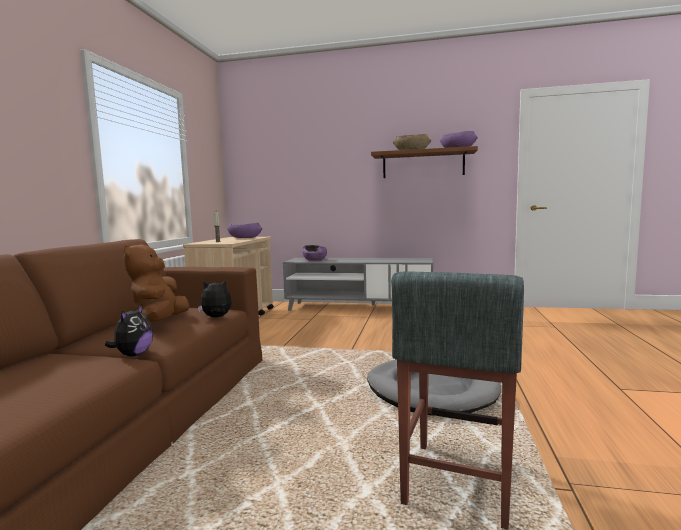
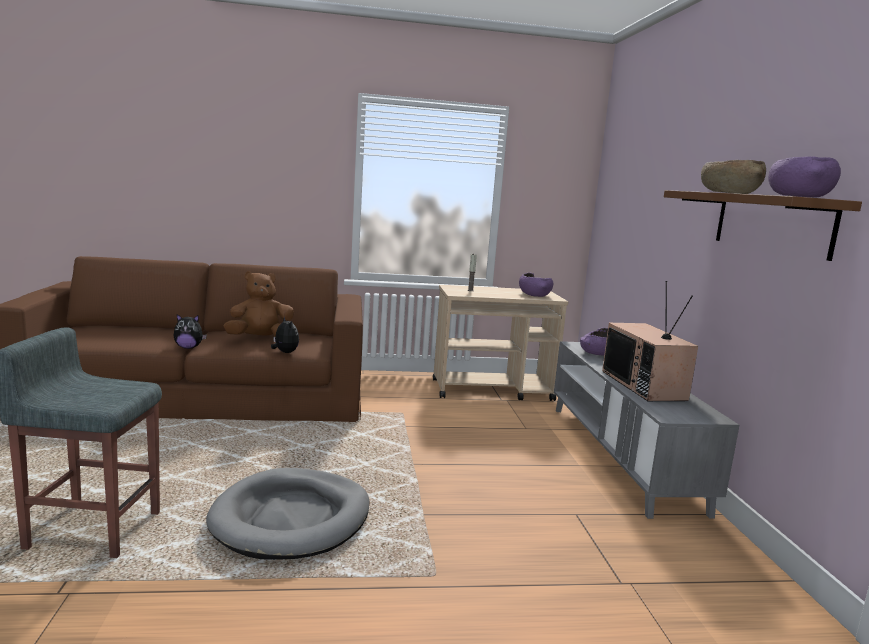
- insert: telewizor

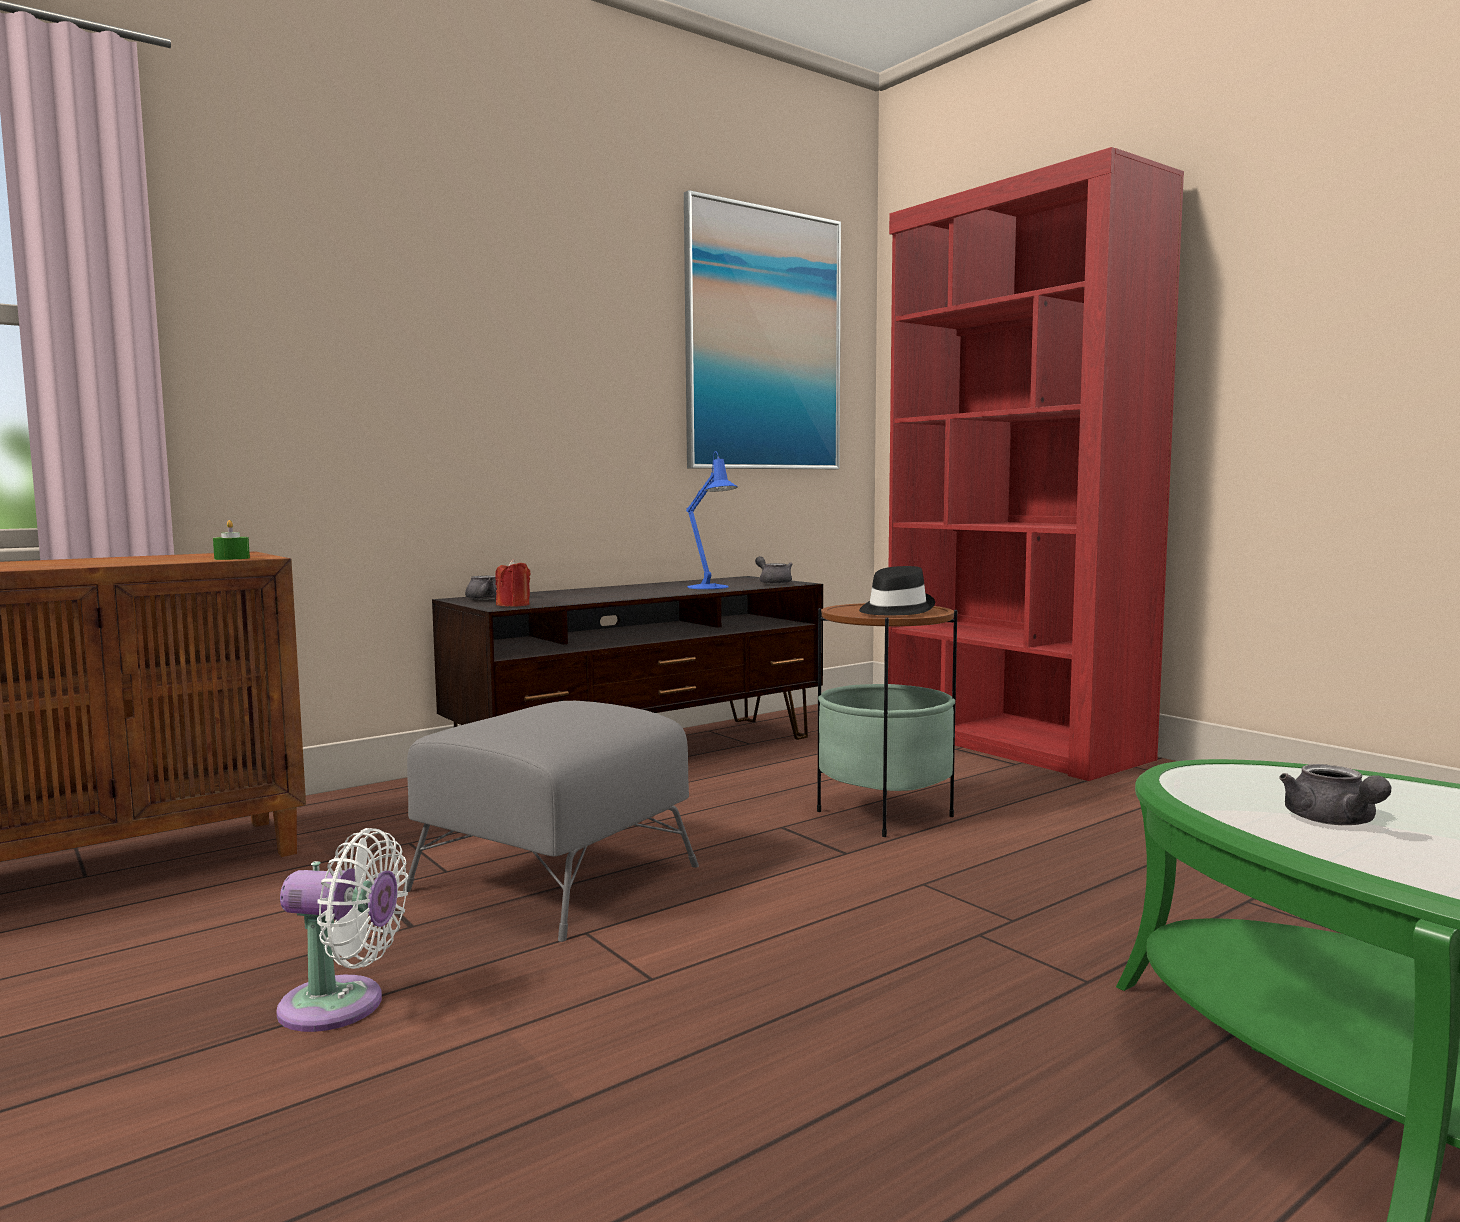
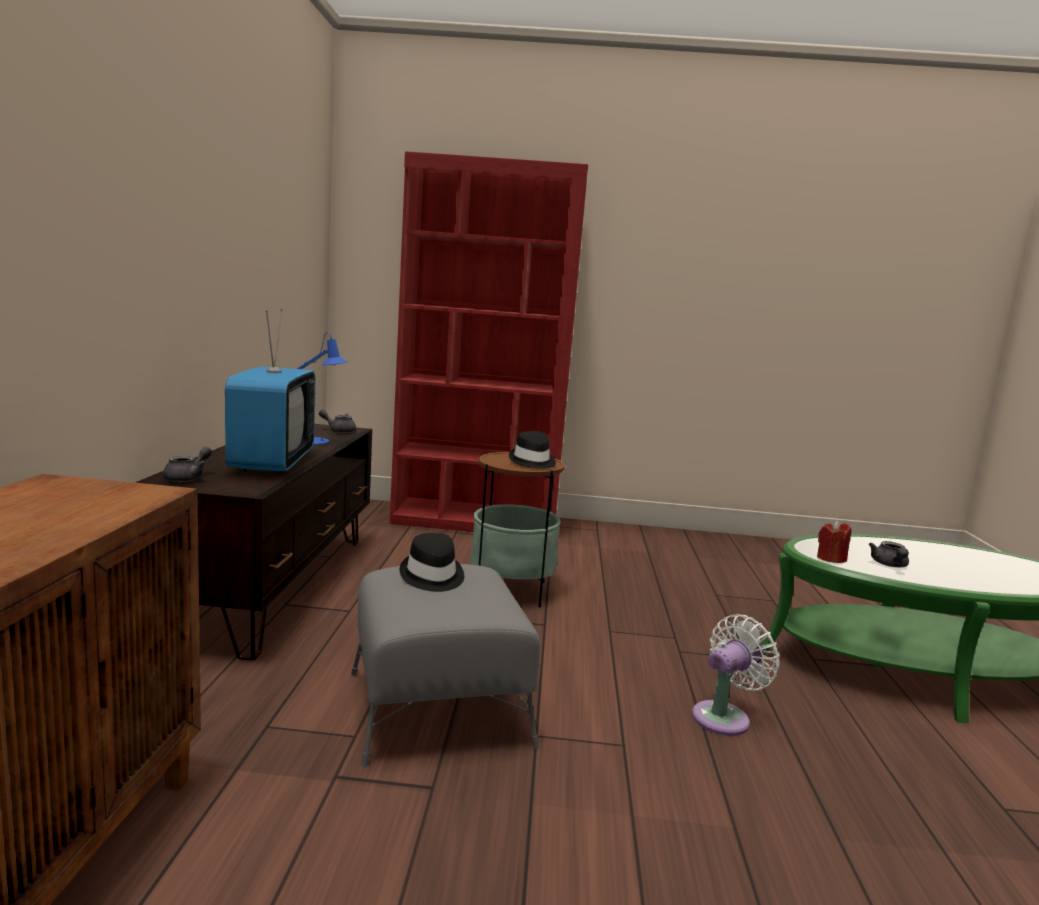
- delete: świeca [zielony]
- move: wentylator [biały]
- move: świeca [czerwony]
- delete: obraz
- rotate: imbryk [szary] (3rd from left) 60 degrees clockwise
- insert: telewizor
- insert: kapelusz [czarny] (1st from left)

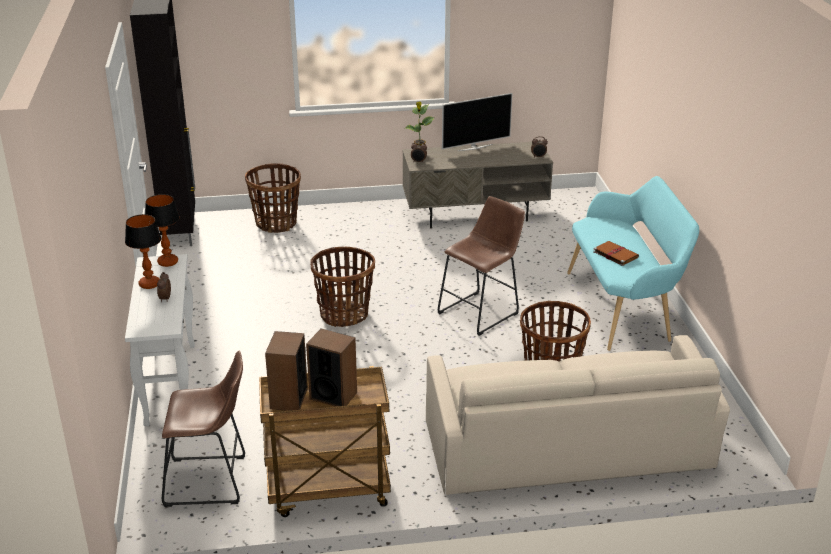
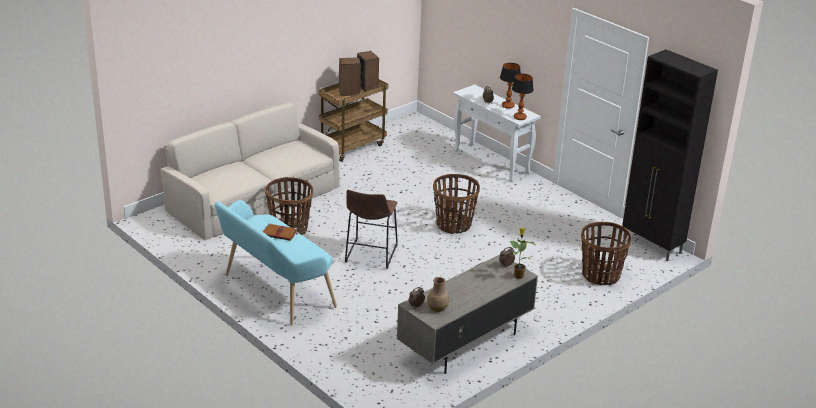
- delete: stołek [brązowy] (1st from left)
- delete: telewizor
- insert: wazon [brązowy]

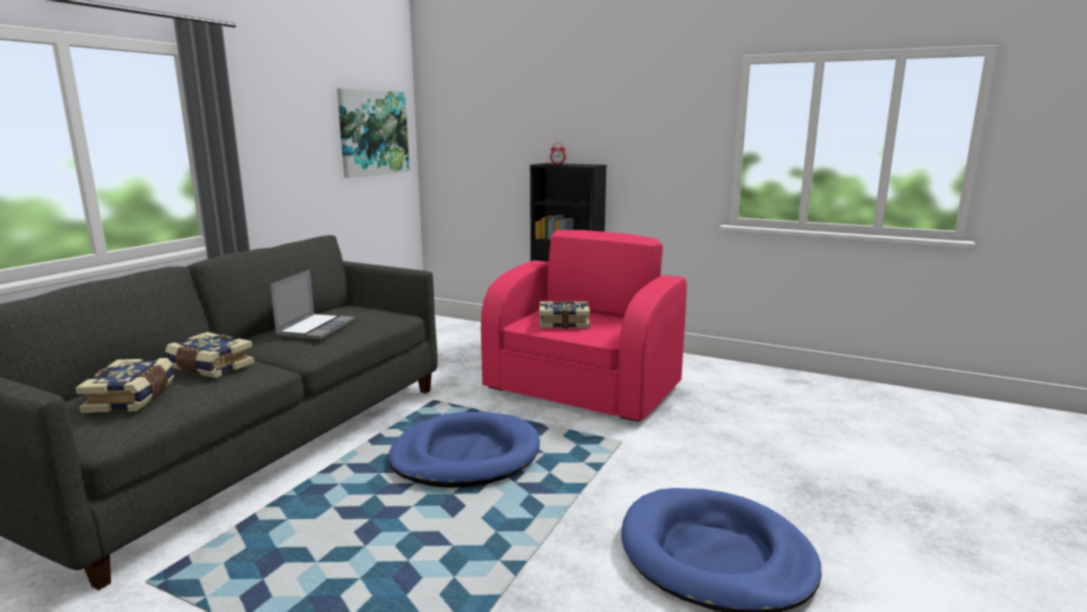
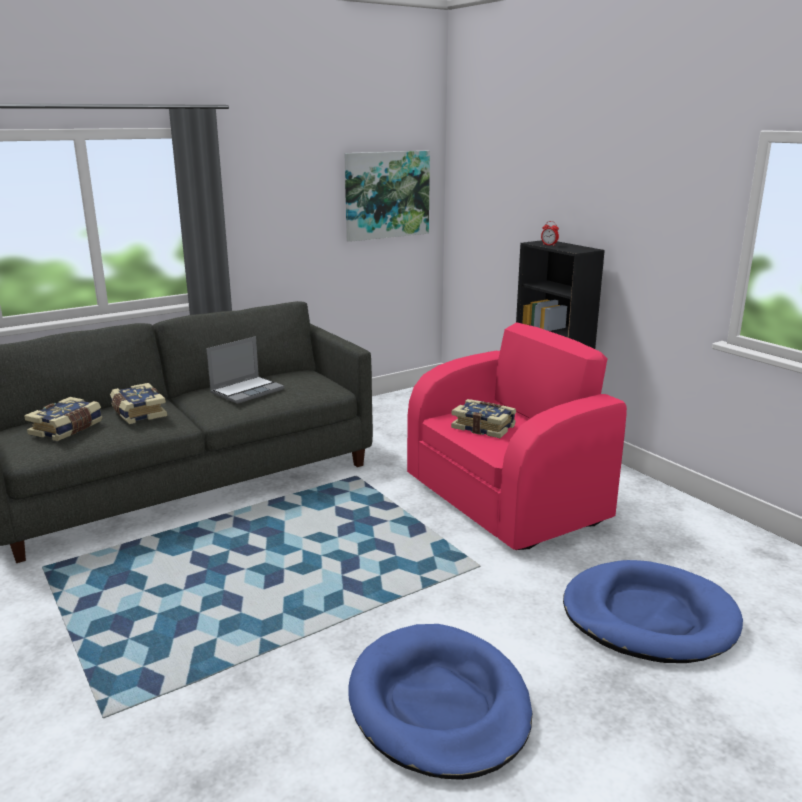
- move: legowisko [niebieski] (1st from left in the first image) to legowisko [niebieski] (2nd from left)

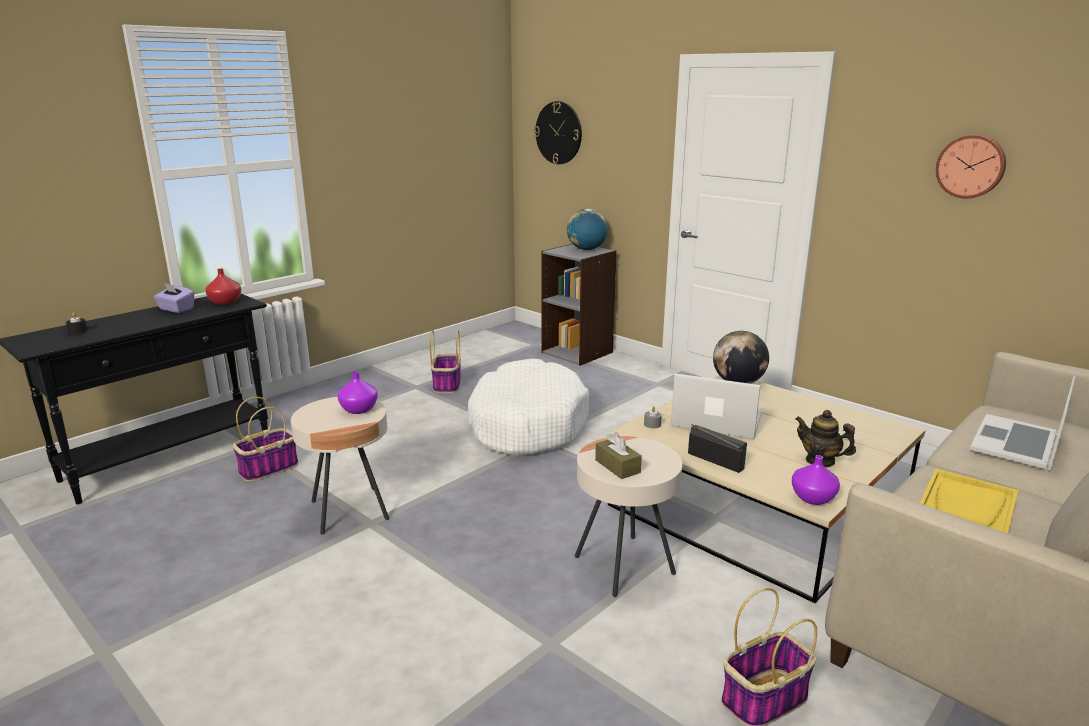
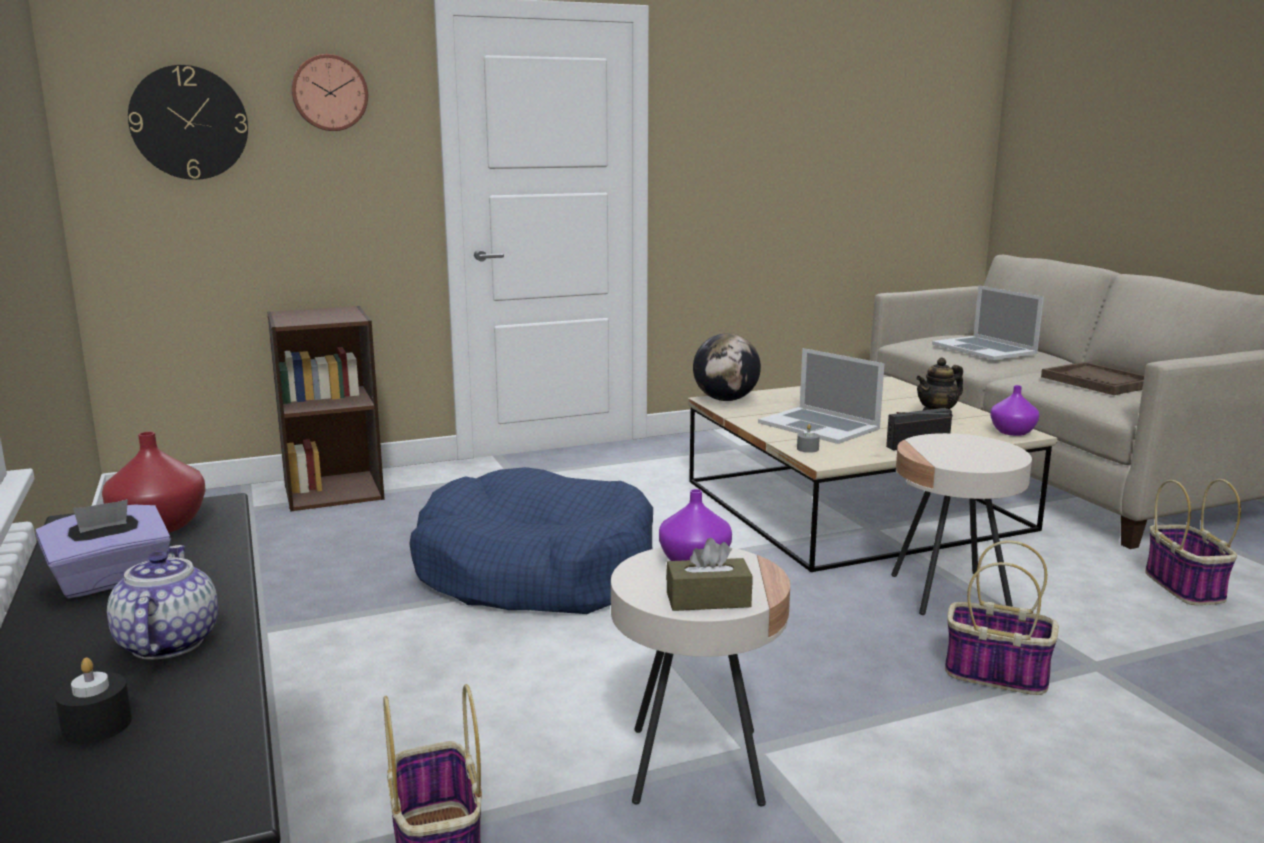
- move: koszyk (2nd from left)
- recolor: legowisko [biały] to legowisko [niebieski]
- recolor: regał [szary] to regał [brązowy]
- delete: globus (1st from left)
- move: pudełko chusteczek [brązowy]
- rotate: laptop (1st from left) 90 degrees counterclockwise
- recolor: taca [żółty] to taca [brązowy]
- move: zegar ścienny (2nd from left)
- insert: imbryk (1st from left)

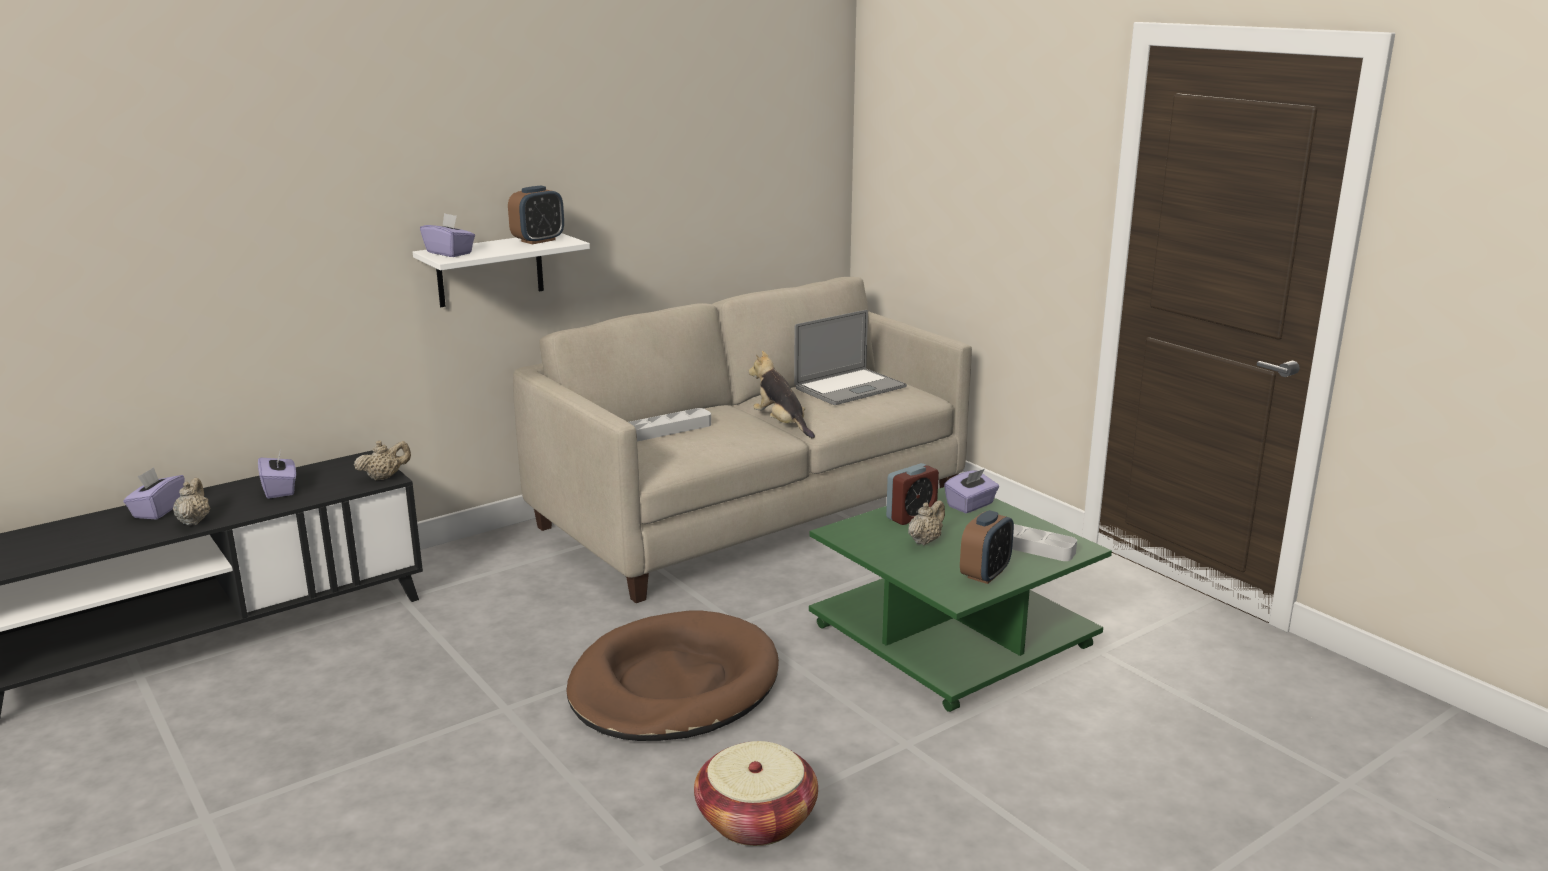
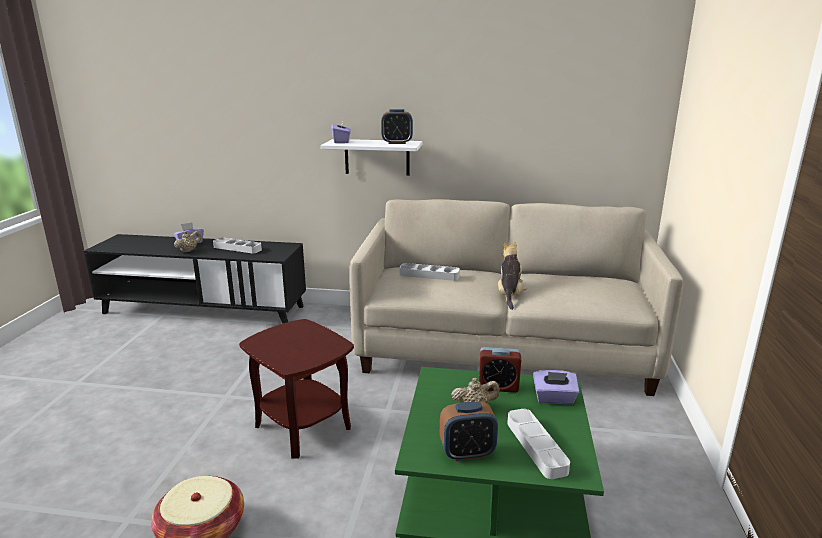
- replace: pudełko chusteczek [fioletowy] (2nd from left) to taca [szary] (1st from left)
- delete: imbryk [beżowy] (2nd from left)
- replace: legowisko [brązowy] to stolik [brązowy]
- delete: laptop

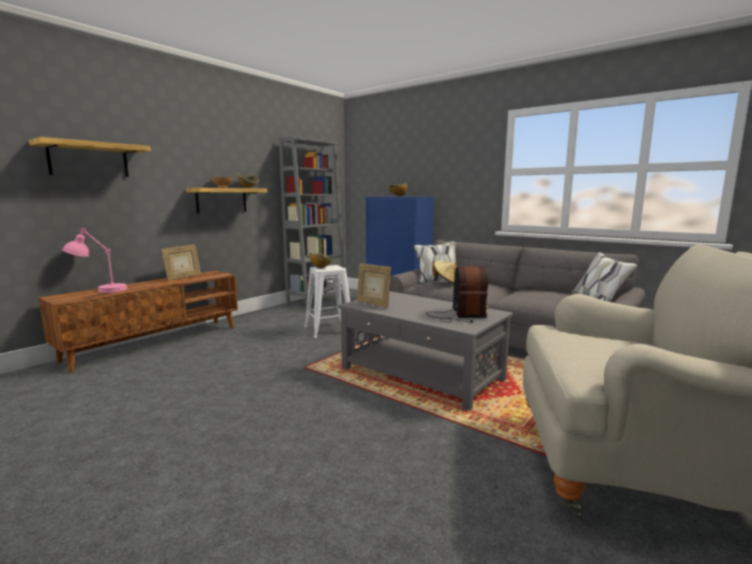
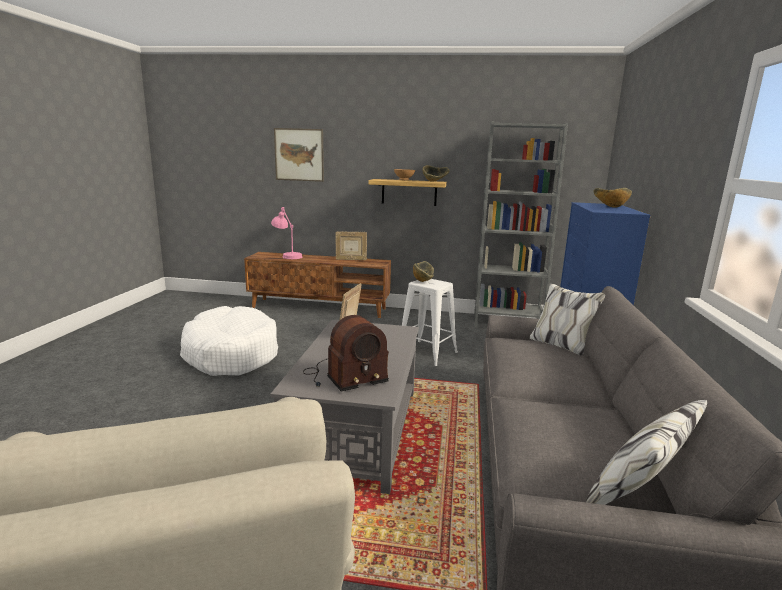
- replace: półka (1st from left) to obraz
- delete: kapelusz [beżowy]
- insert: legowisko [biały]

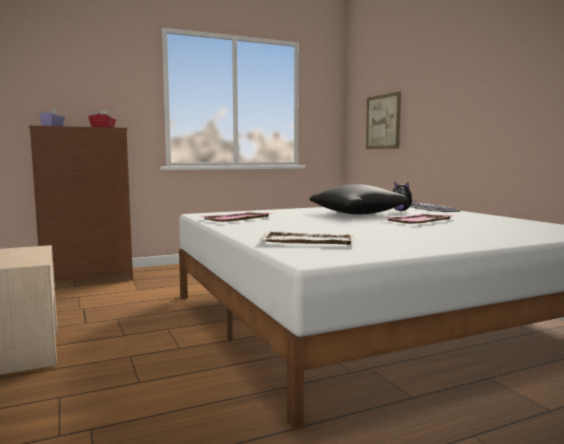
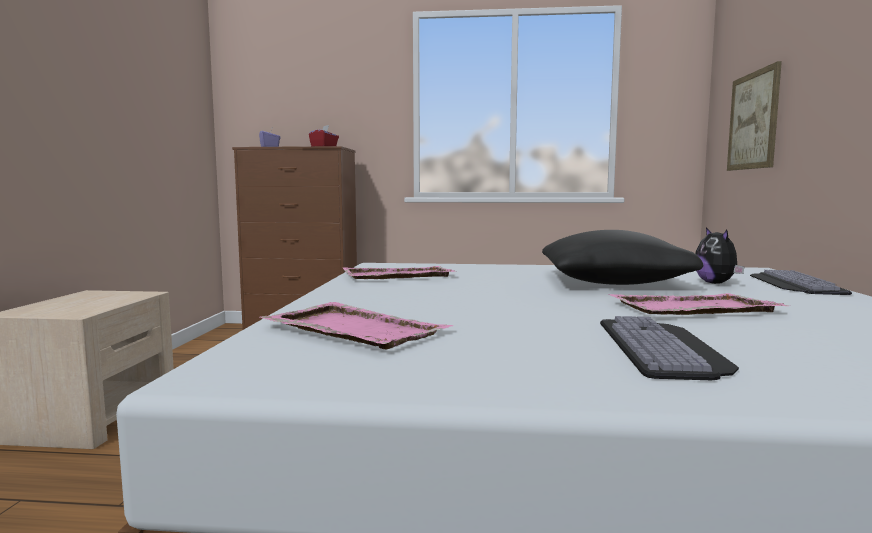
- recolor: taca [biały] to taca [różowy] (1st from left)
- insert: klawiatura (1st from left)

